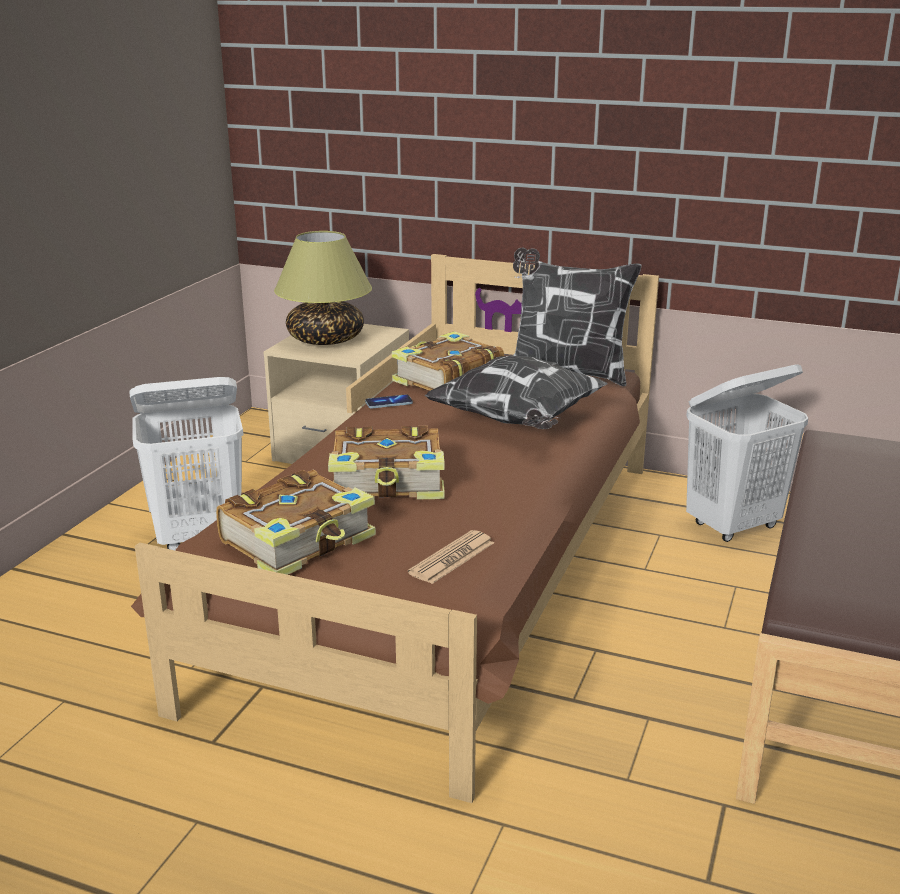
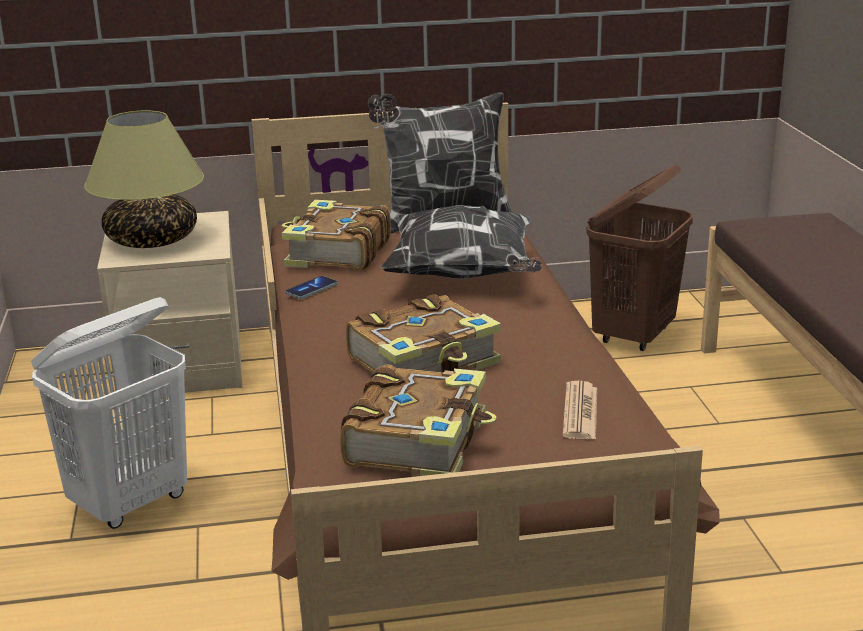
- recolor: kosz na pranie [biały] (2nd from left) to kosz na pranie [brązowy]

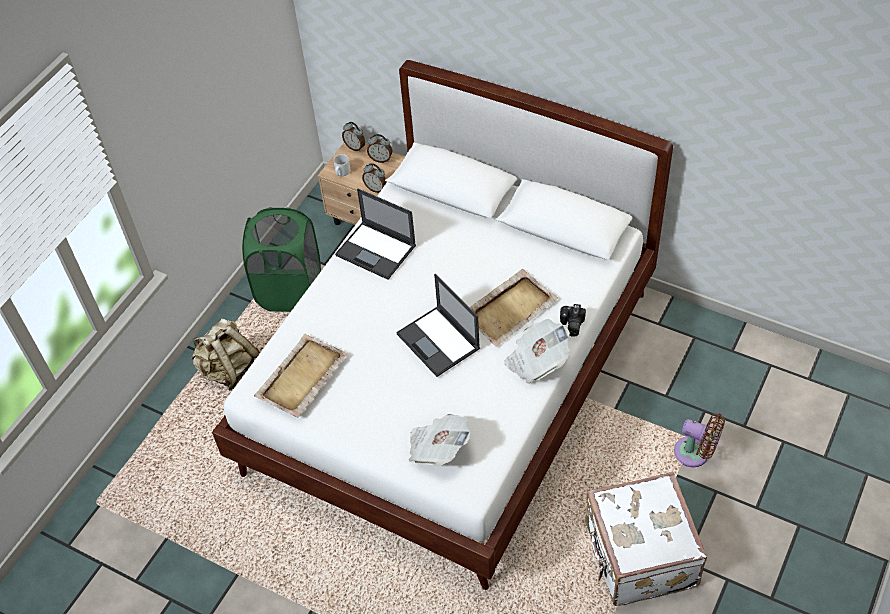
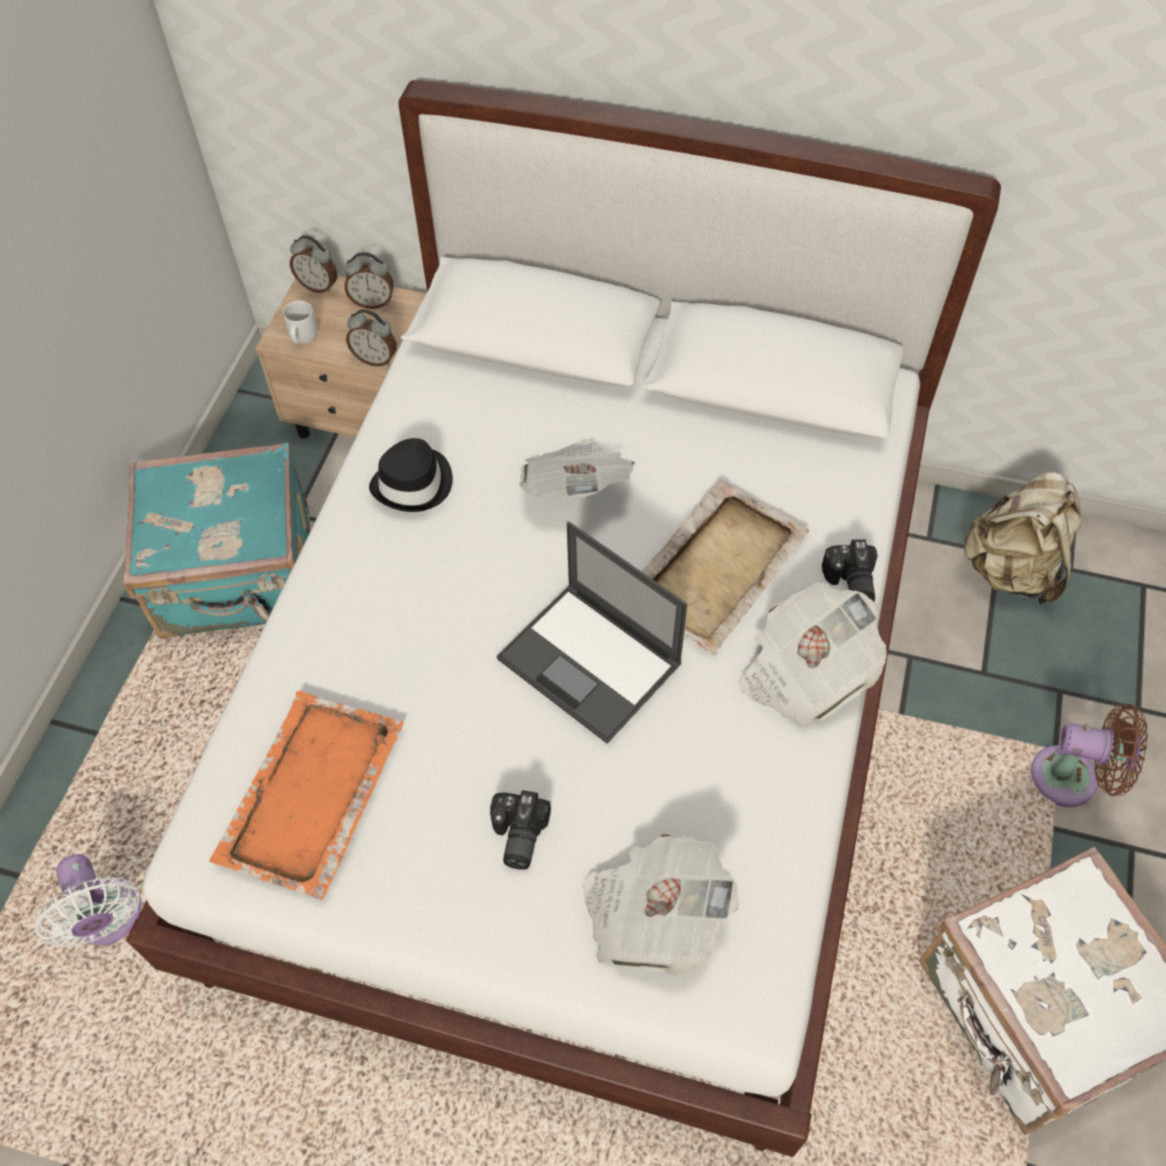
- move: plecak [beżowy]
- replace: kosz na pranie [zielony] to walizka [turkusowy]
- recolor: taca [beżowy] (1st from left) to taca [pomarańczowy]
- replace: laptop (1st from left) to kapelusz [czarny]
- insert: wentylator [biały]
- insert: aparat fotograficzny (1st from left)
- insert: gazeta (1st from left)

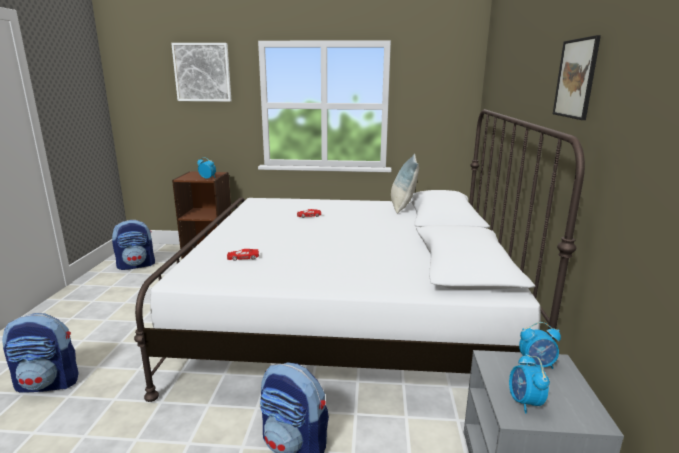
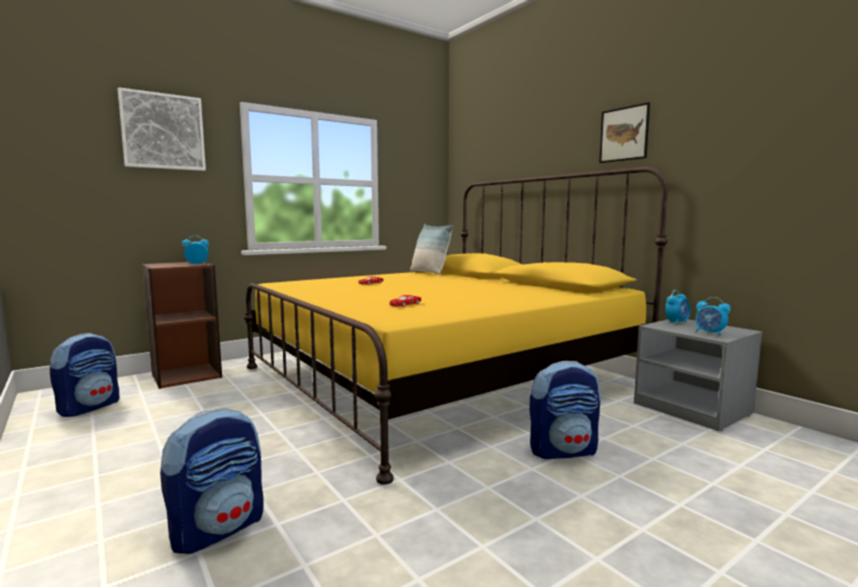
- recolor: łóżko [biały] to łóżko [żółty]

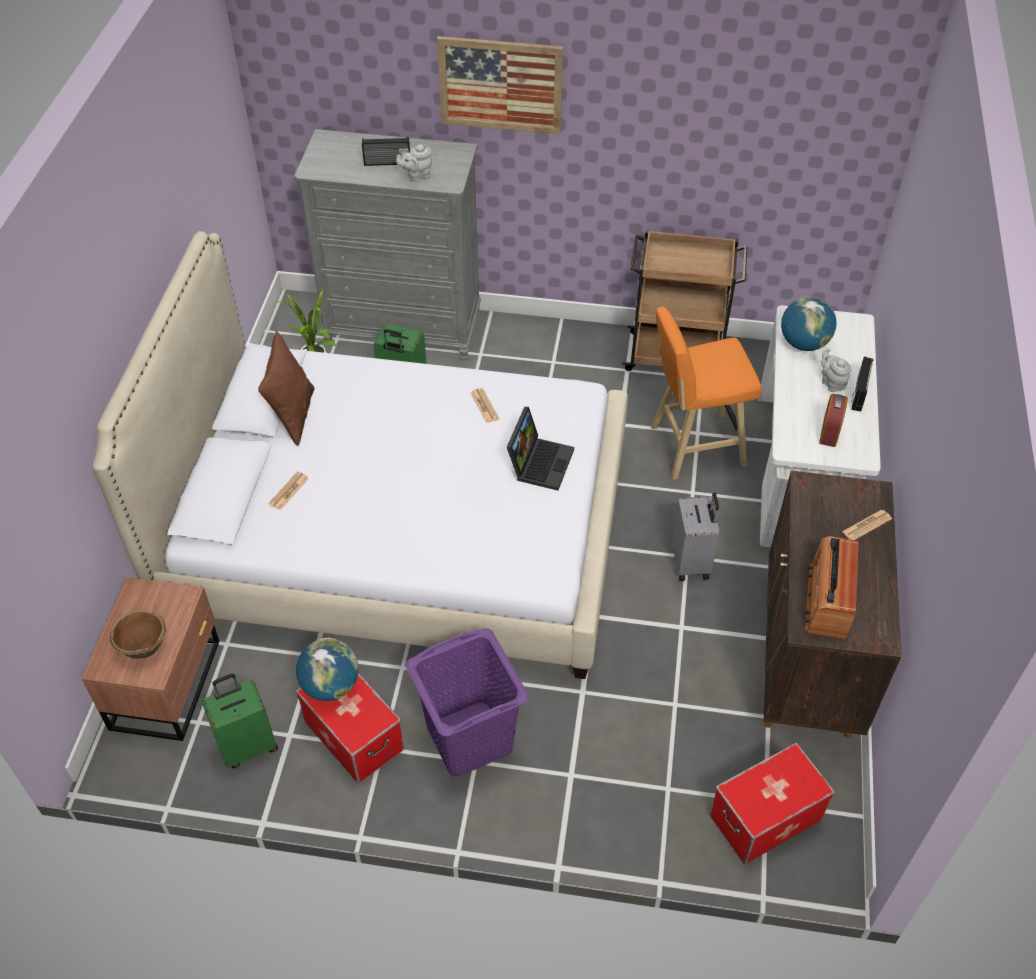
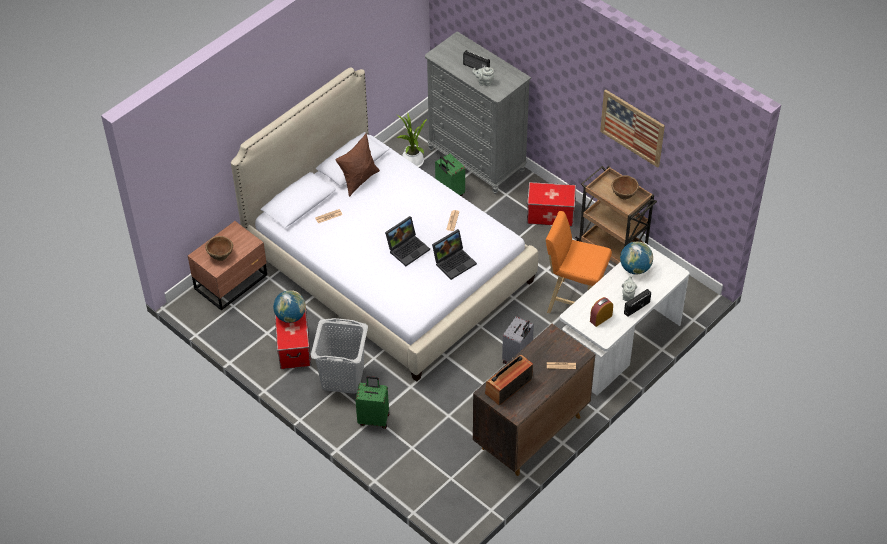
- move: walizka [zielony] (1st from left)
- recolor: kosz na pranie [fioletowy] to kosz na pranie [szary]
- move: obraz
- move: pojemnik do przechowywania (2nd from left)
- insert: laptop (1st from left)
- insert: miska [brązowy] (2nd from left)

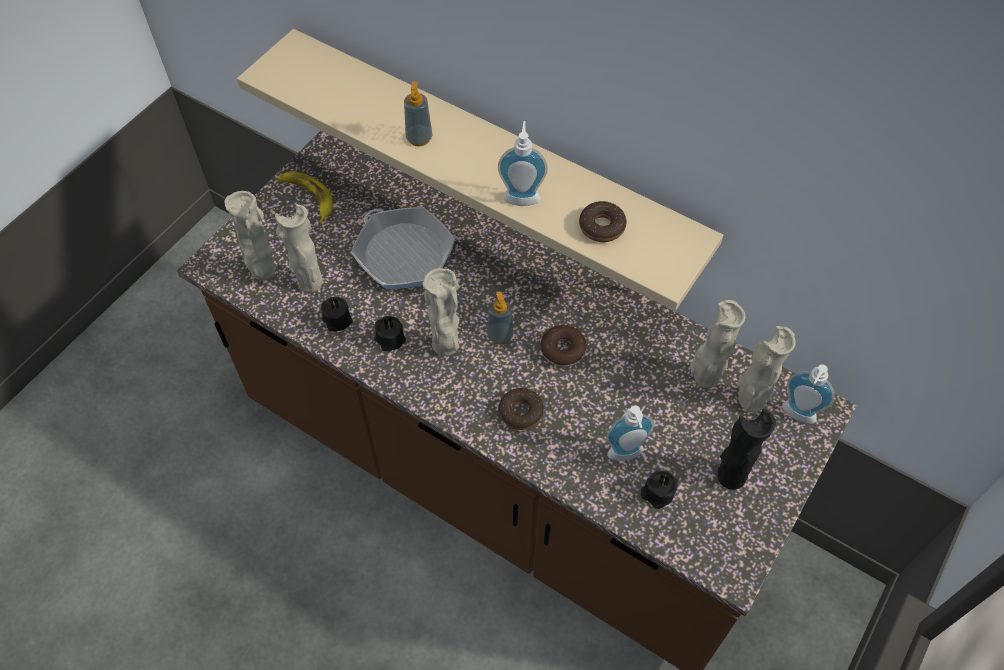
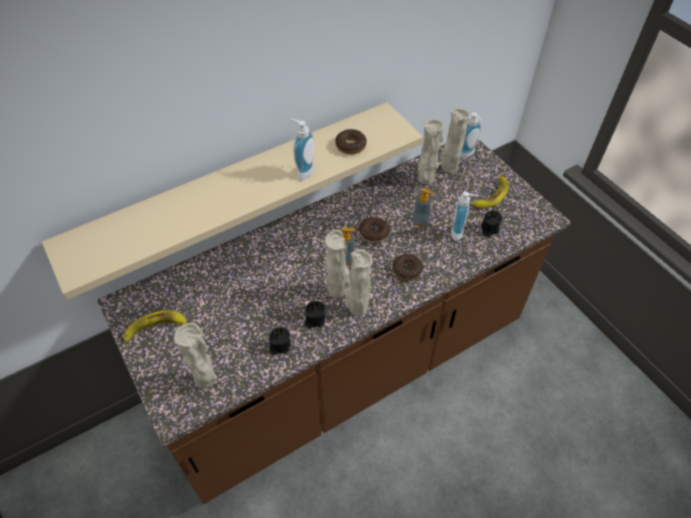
- move: wazon [beżowy] (2nd from left in the first image) to wazon [beżowy] (3rd from left)
- delete: patelnia
- move: dozownik mydła (1st from left in the first image) to dozownik mydła (3rd from left)
- replace: wazon [czarny] to banan (2nd from left)

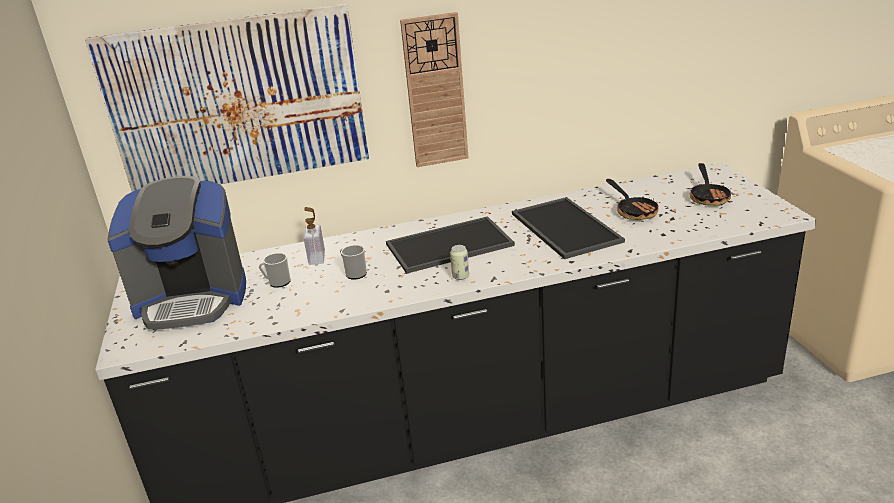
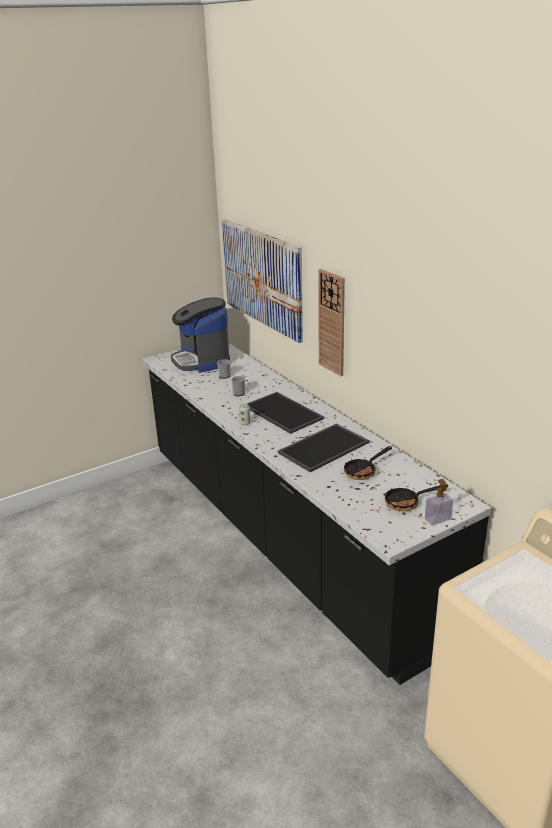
- move: dozownik mydła

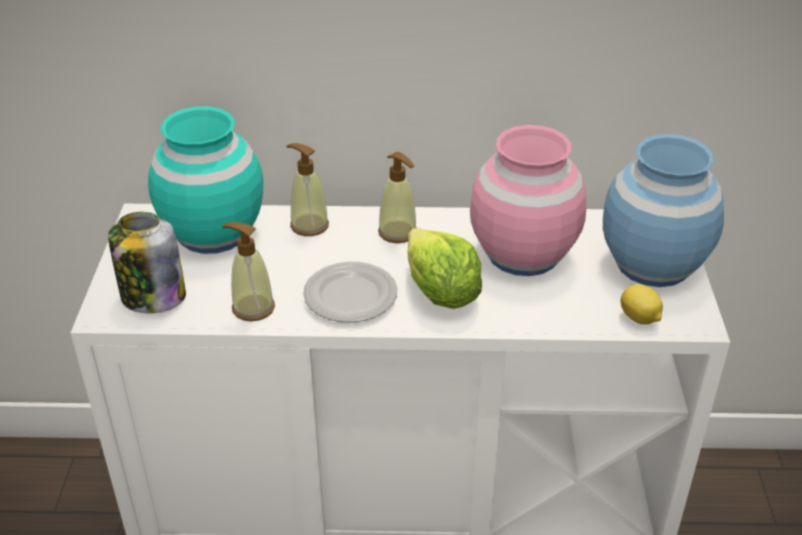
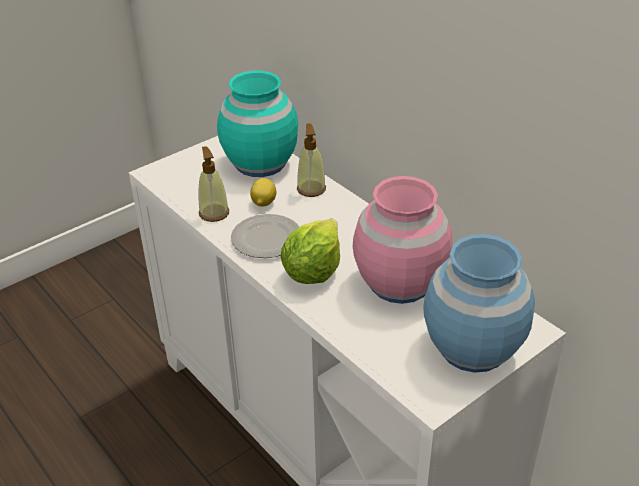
- delete: słoik
- delete: dozownik mydła (3rd from left)
- move: cytryna

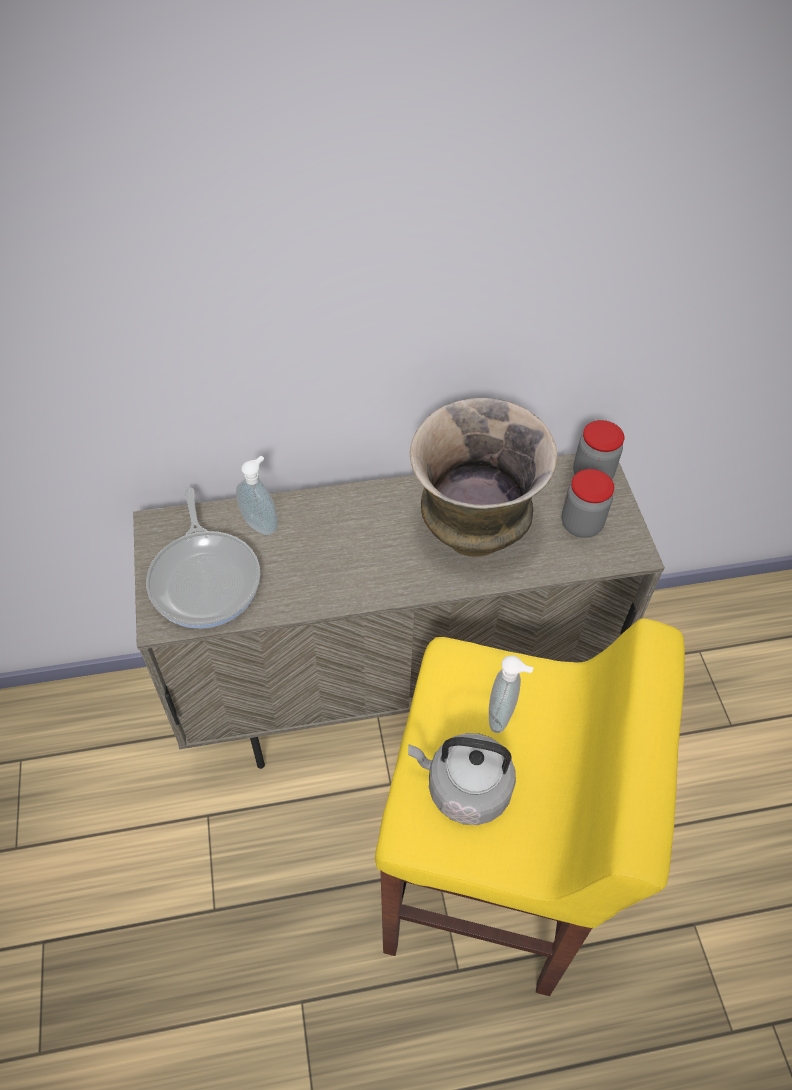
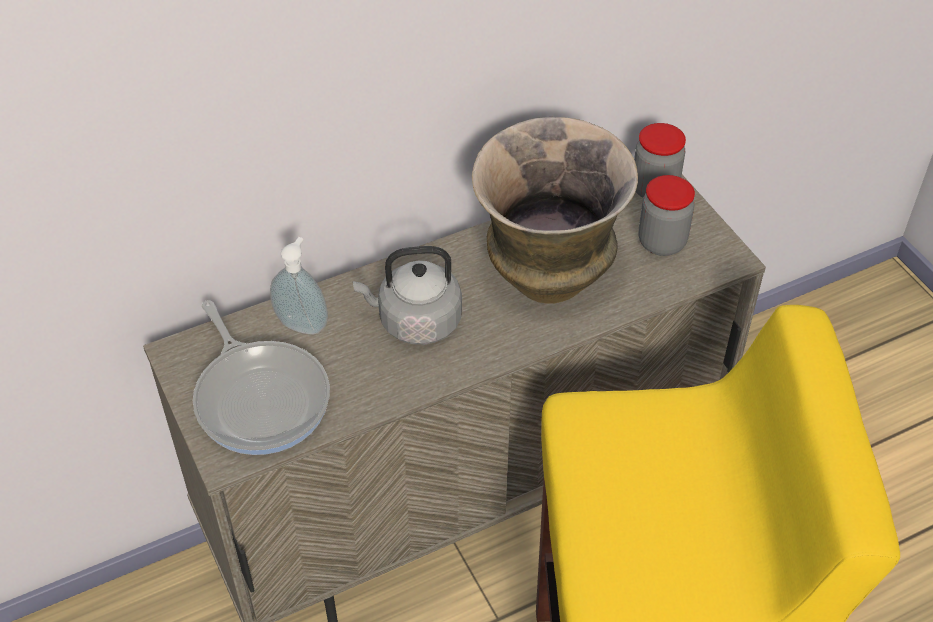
- move: czajnik [szary]
- delete: dozownik mydła (2nd from left)

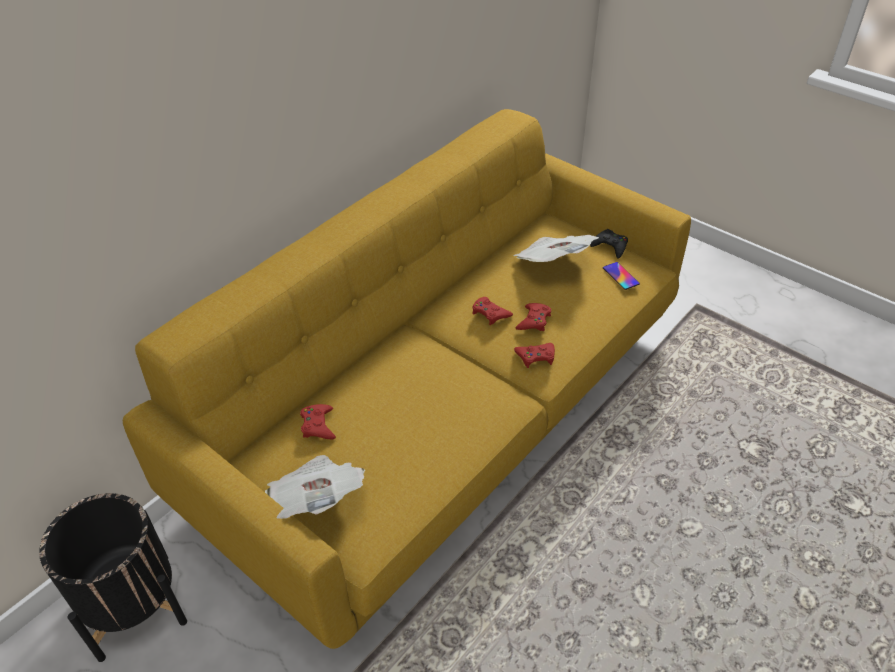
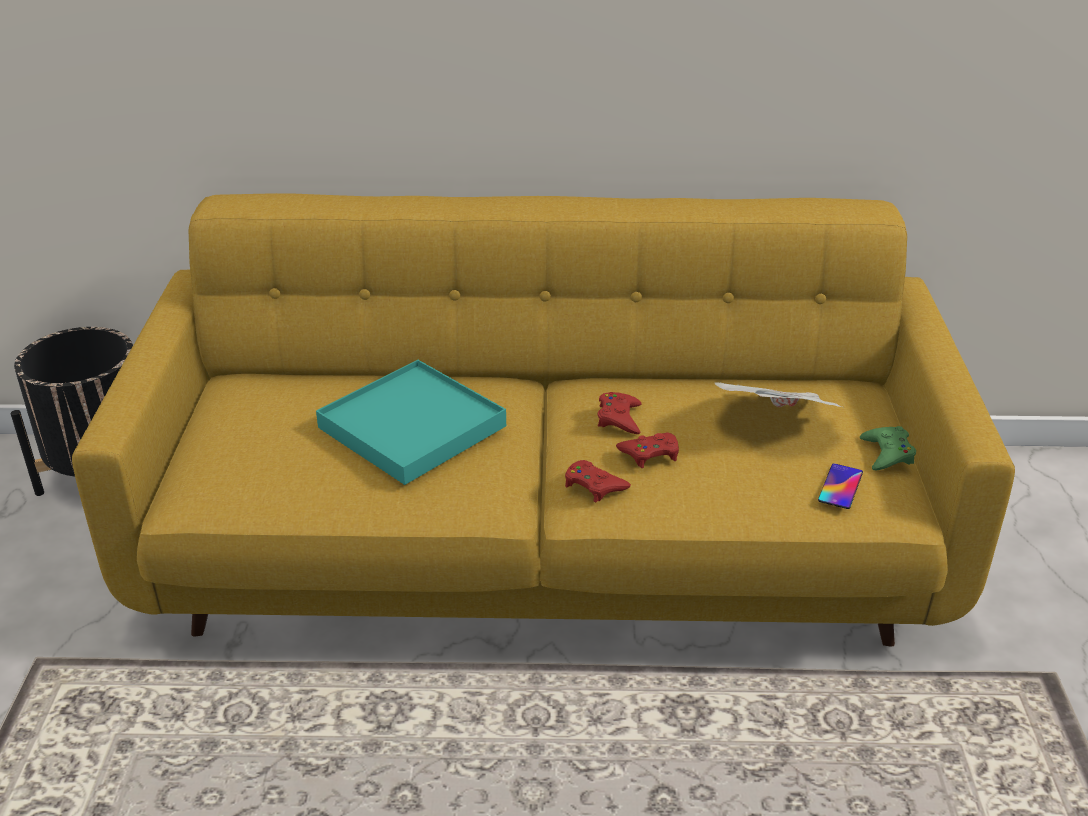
- delete: gazeta (1st from left)
- delete: pad do gier [czerwony] (1st from left)
- recolor: pad do gier [czarny] to pad do gier [zielony]
- insert: taca [turkusowy]

